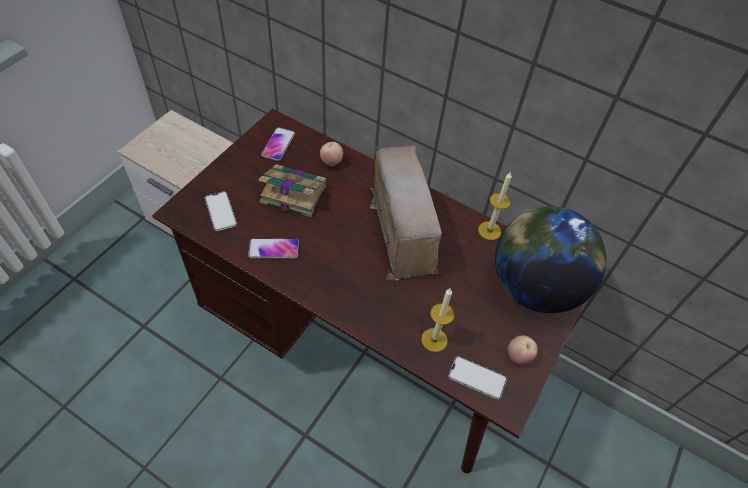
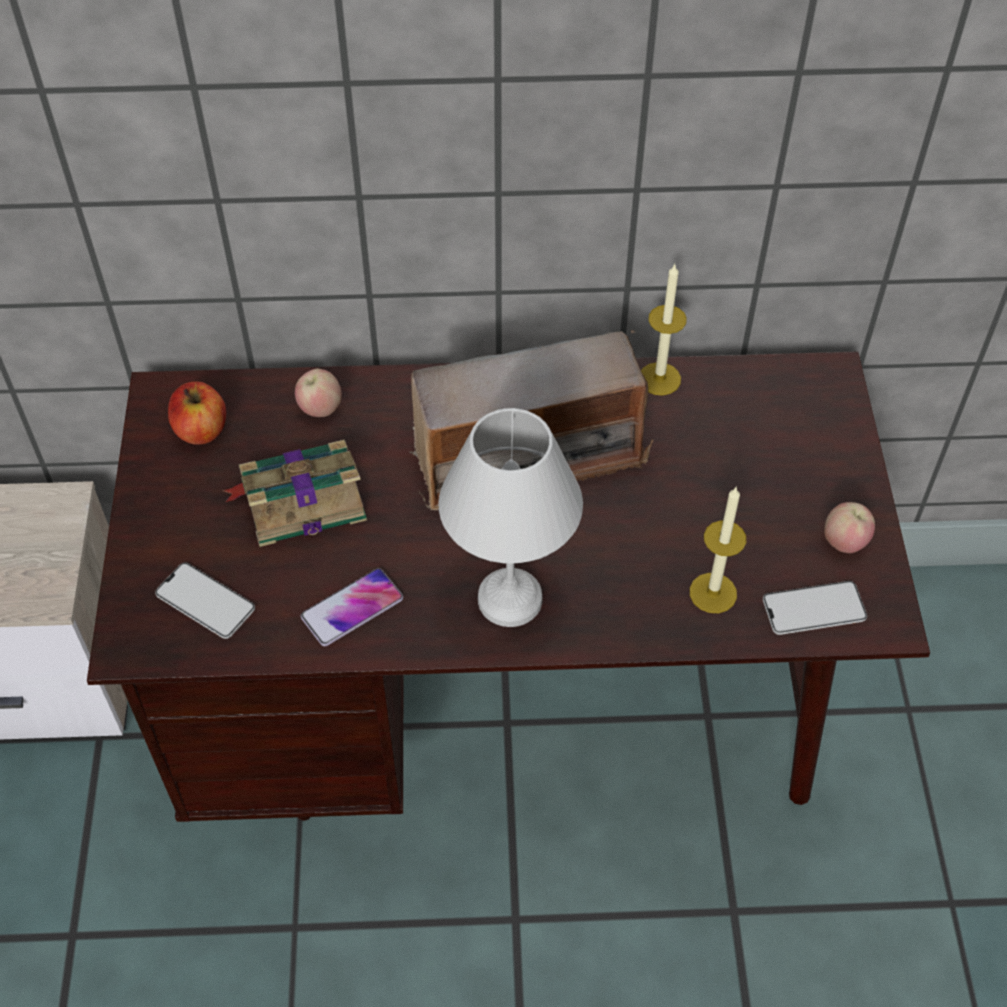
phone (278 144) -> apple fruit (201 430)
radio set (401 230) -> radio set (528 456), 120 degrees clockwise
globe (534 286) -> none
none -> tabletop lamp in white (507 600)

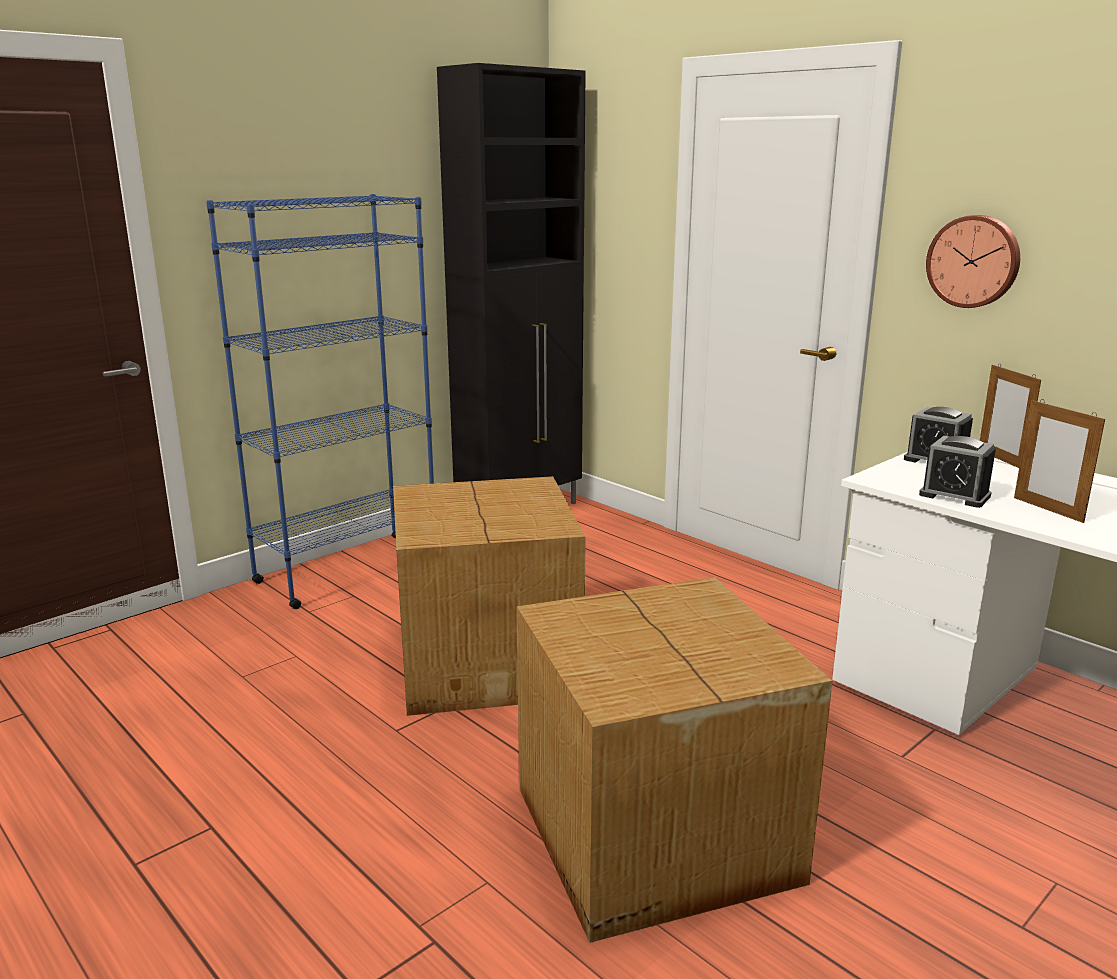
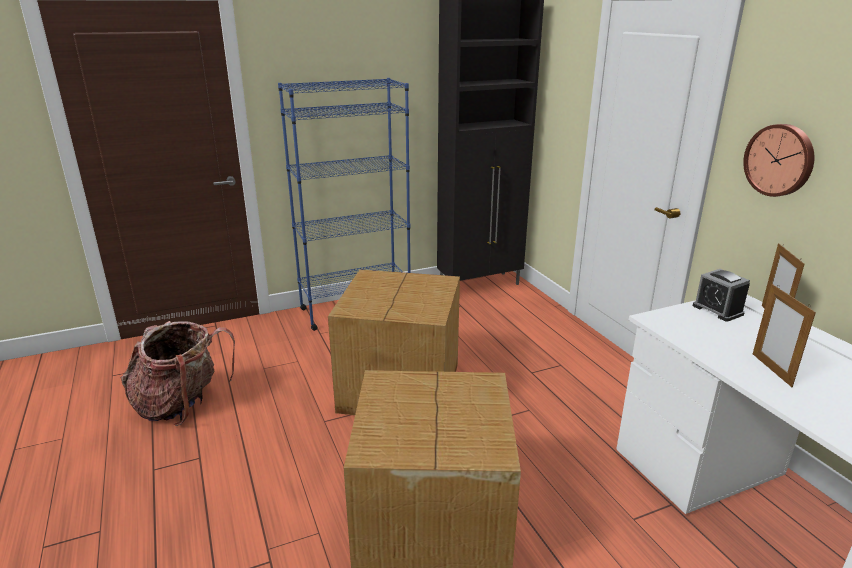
alarm clock (954 495) -> none
none -> backpack (182 405)

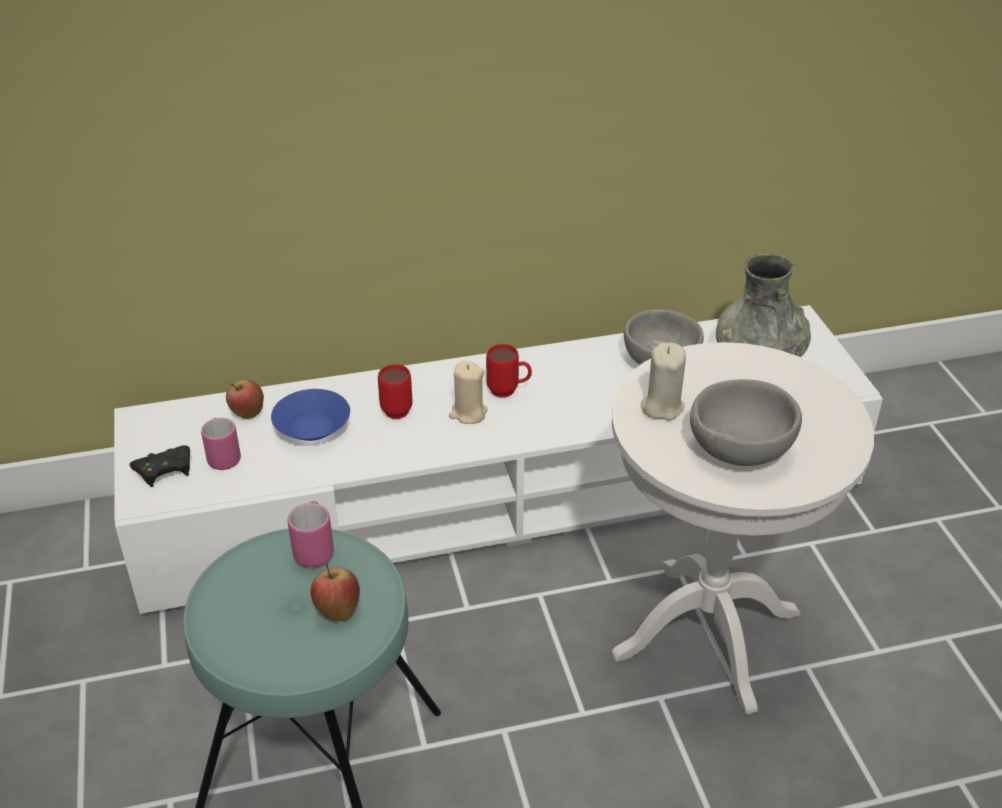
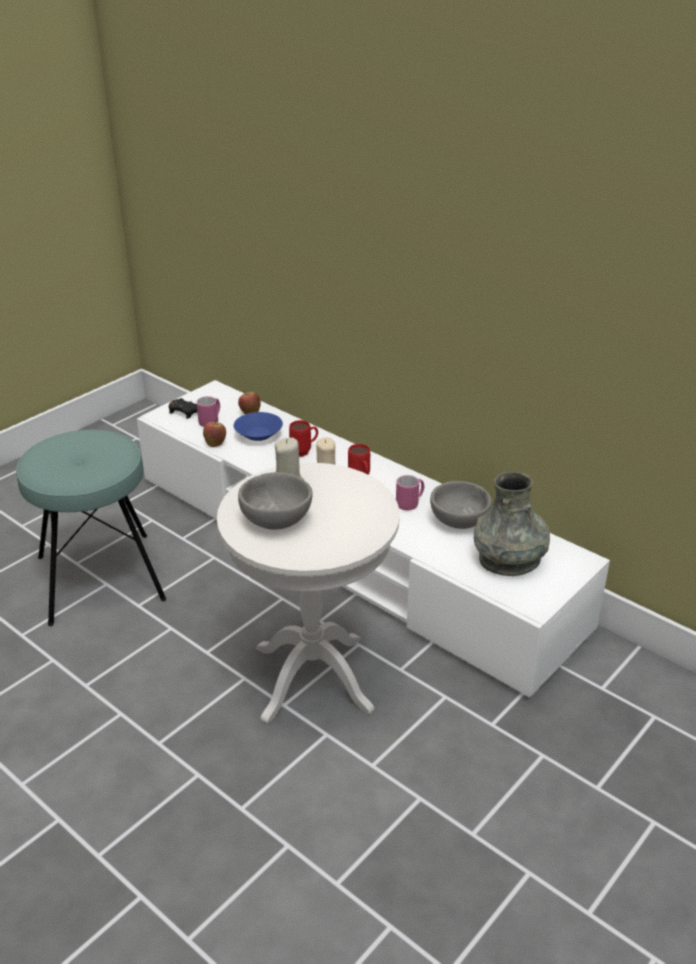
mug in pinkish (314 548) -> mug in pinkish (410 503), shifted
apple fruit (337 610) -> apple fruit (215 443), shifted

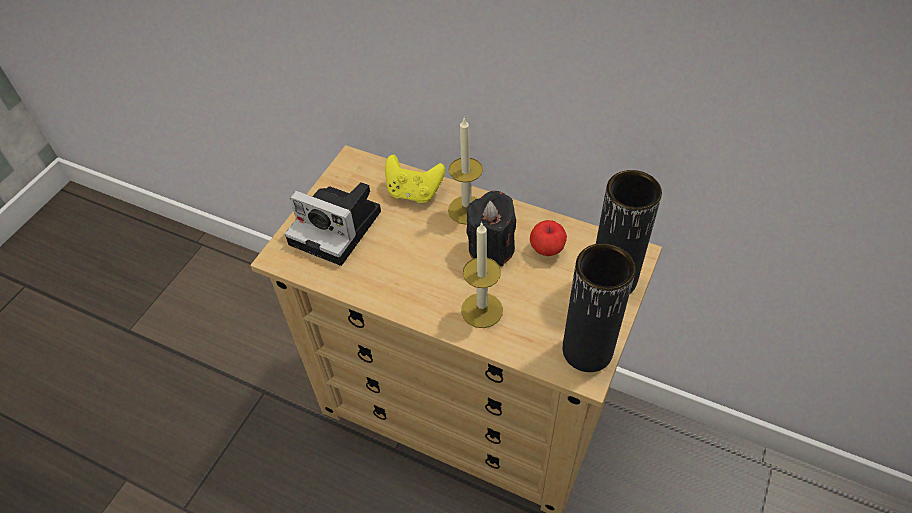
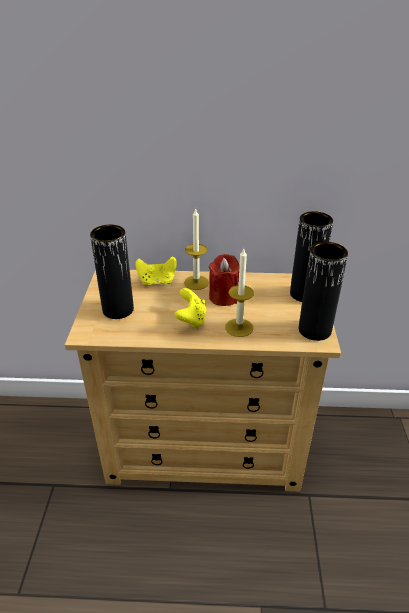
still camera (339 228) -> decorative vase in black (118 310)
candle in black (491 248) -> candle in red (224 297)
apple fruit (547 249) -> none
none -> gamepad in yellow-coloured (191 320)

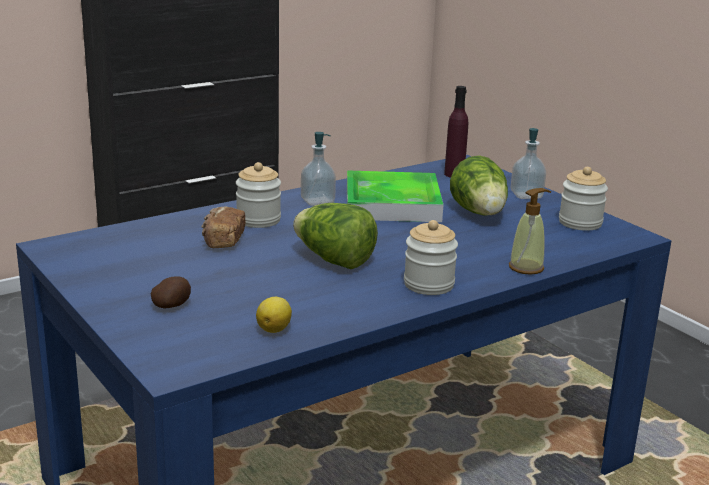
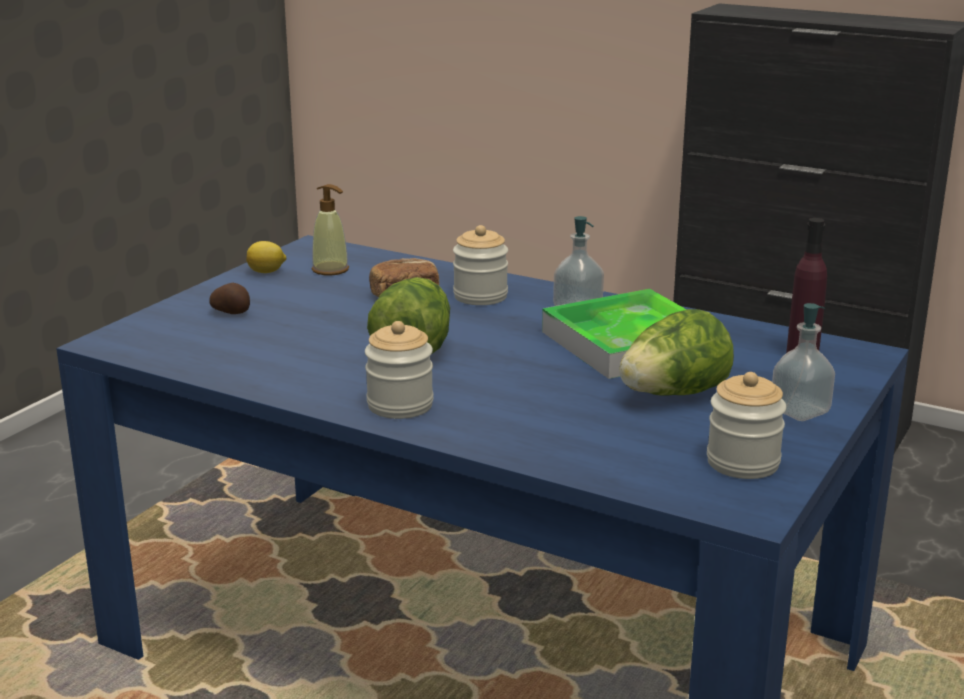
whole lemon (274 329) -> whole lemon (267 272), shifted
soap bottle (526 268) -> soap bottle (330 270), shifted

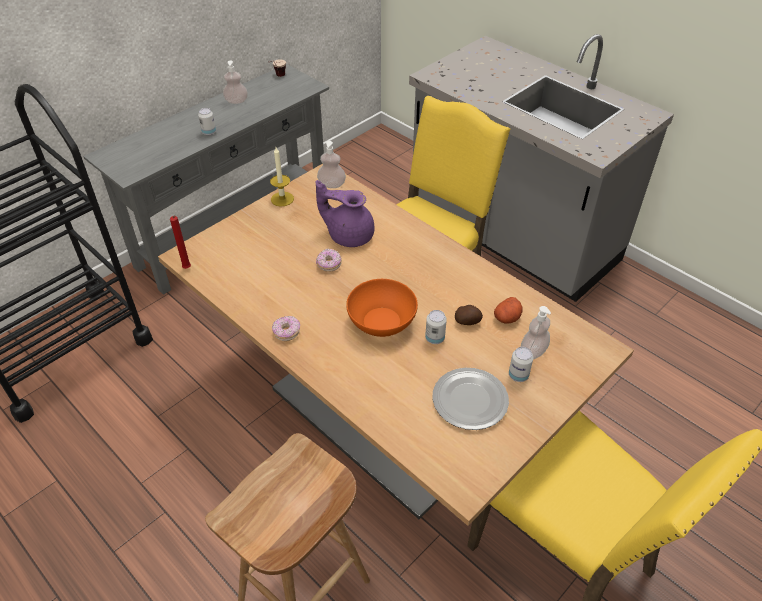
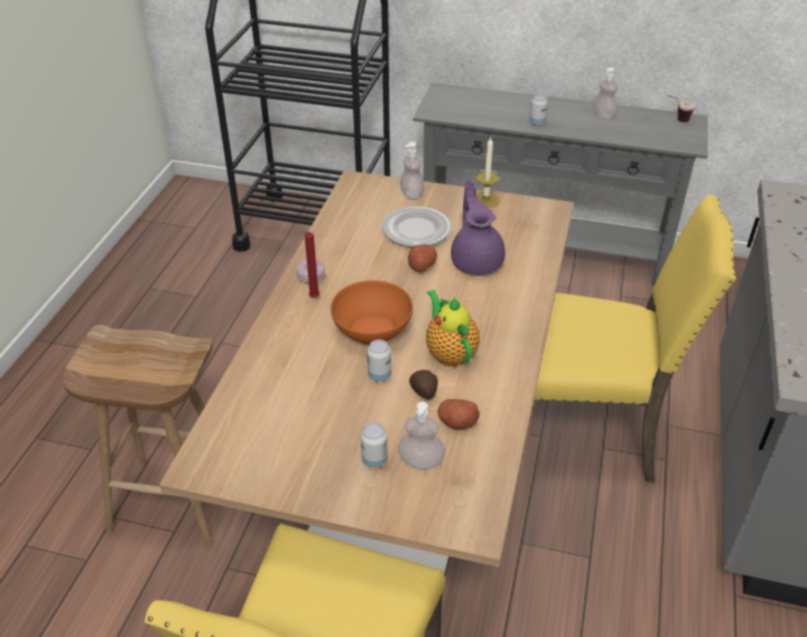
candle in red (187 269) -> candle in red (313 298), shifted
ring doughnut (329 264) -> potato (421 265)
soap bottle (332 184) -> soap bottle (412 195), shifted
dinner plate (469 401) -> dinner plate (415 229), shifted
none -> teapot (450 353)

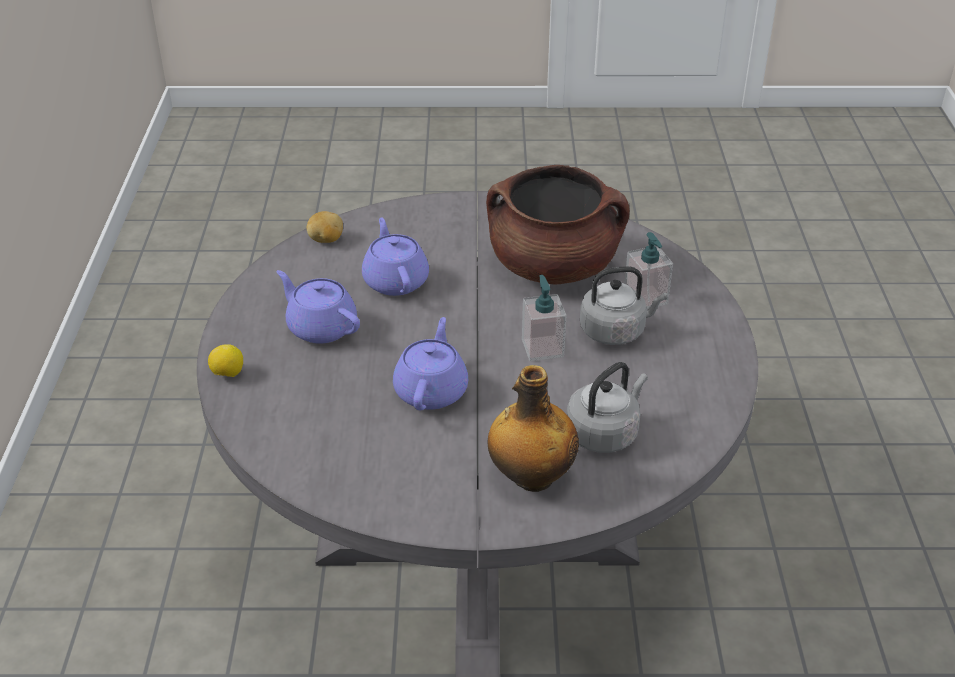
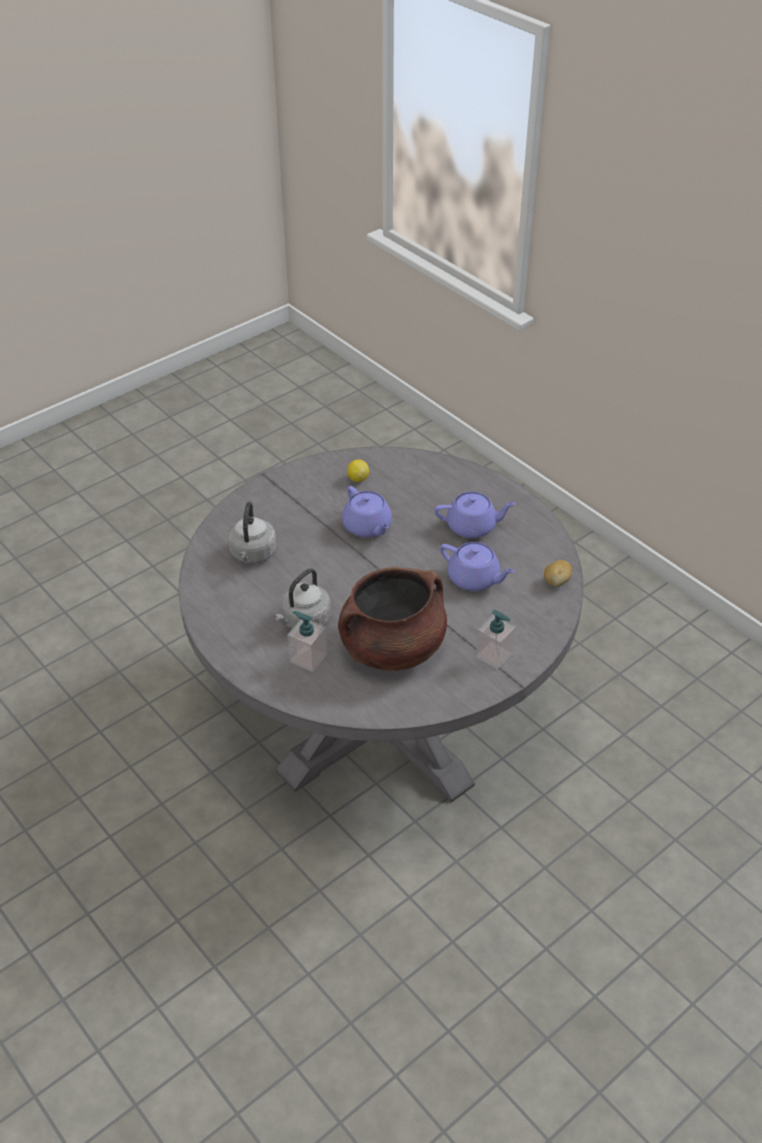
whole lemon (228 374) -> whole lemon (358 479), shifted
beverage bottle (531 477) -> none
soap bottle (542 348) -> soap bottle (494 655), shifted

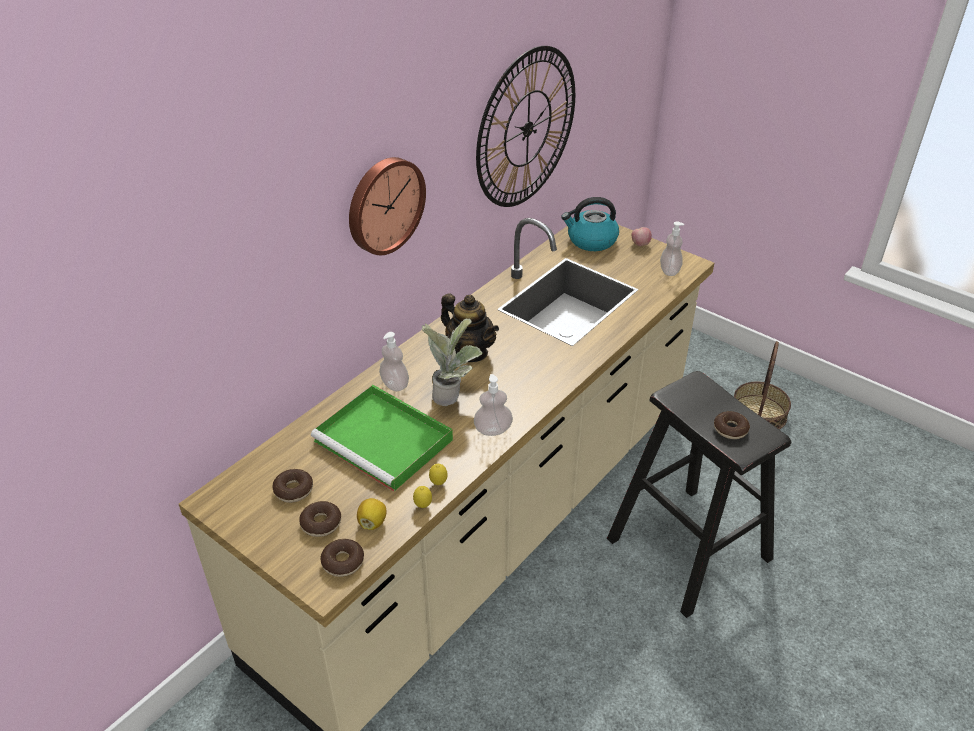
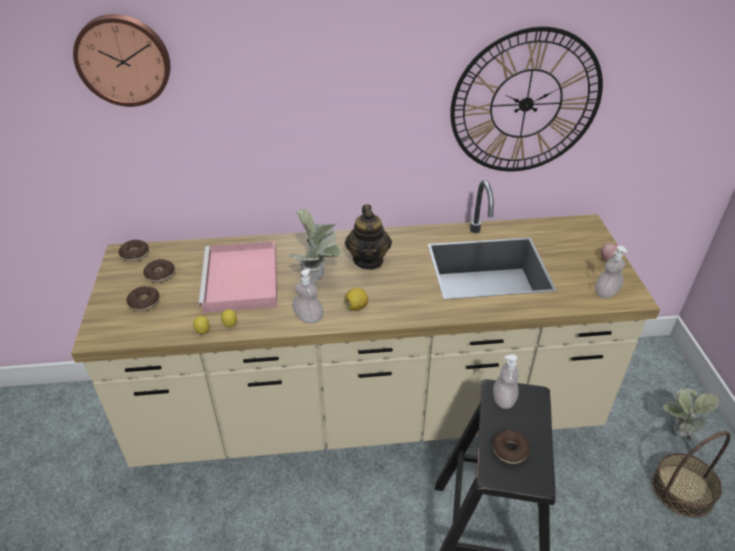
carrying tray in green-coloured (386 441) -> carrying tray in pinkish (241 281)
ring doughnut (343 562) -> ring doughnut (135 254), shifted
hanging clock (384 205) -> hanging clock (123 59), shifted
whole lemon (372 522) -> whole lemon (356 307), shifted
soap bottle (395 384) -> soap bottle (503 399), shifted
tea kettle (591 240) -> none
none -> houseplant (676 434)

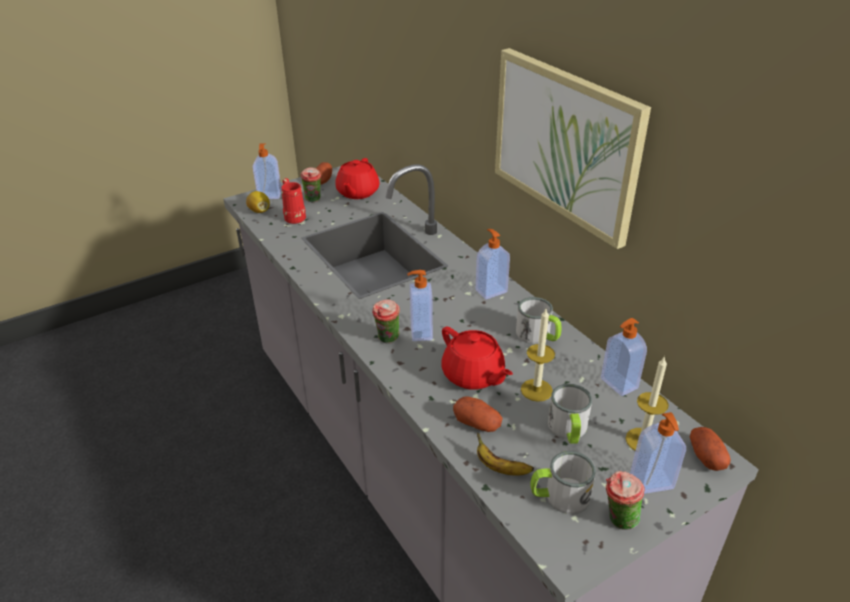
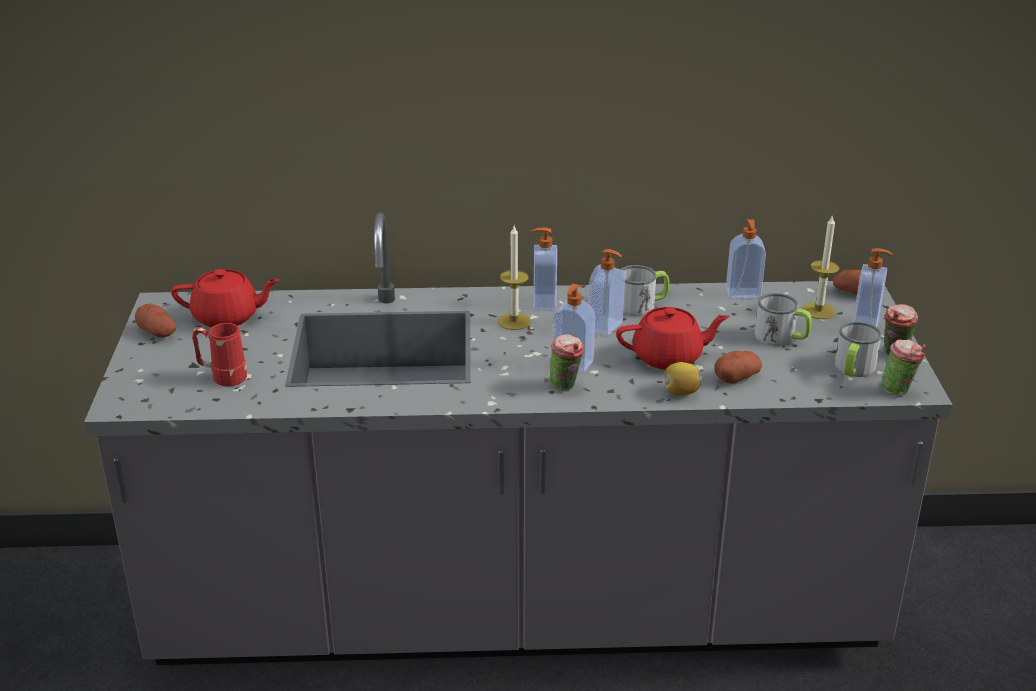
whole lemon (259 211) -> whole lemon (680 392), shifted
soap bottle (269 196) -> soap bottle (606 326), shifted
cup (313 200) -> cup (899 391), shifted
teapot in red (357 193) -> teapot in red (227 317), 45 degrees counterclockwise
whole banana (500 468) -> none
picture (565 143) -> none
candle (536 390) -> candle (514 321), shifted

